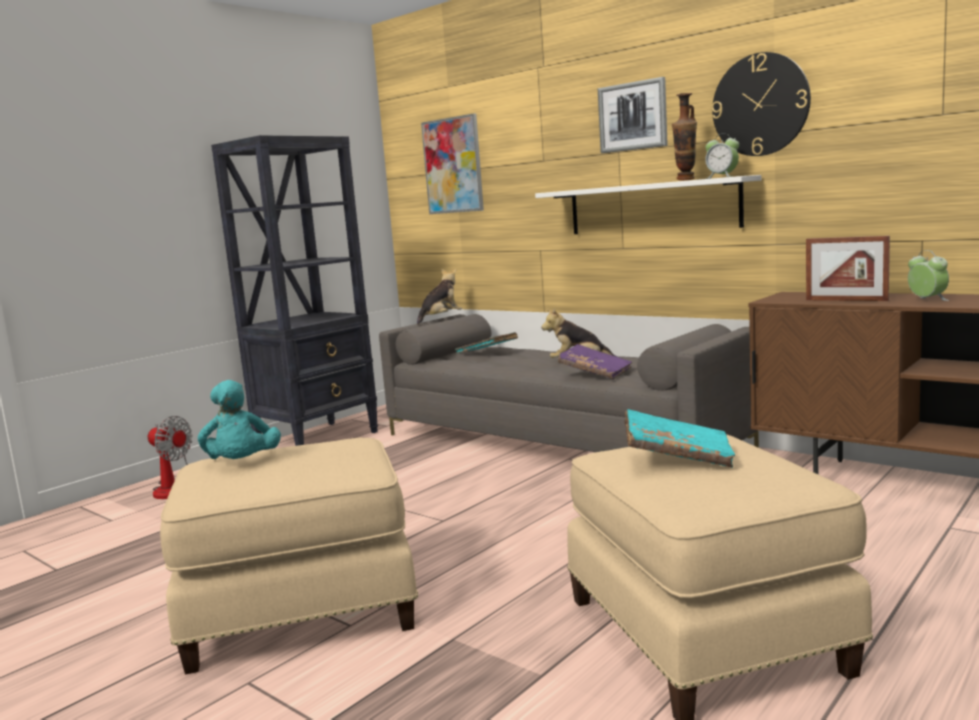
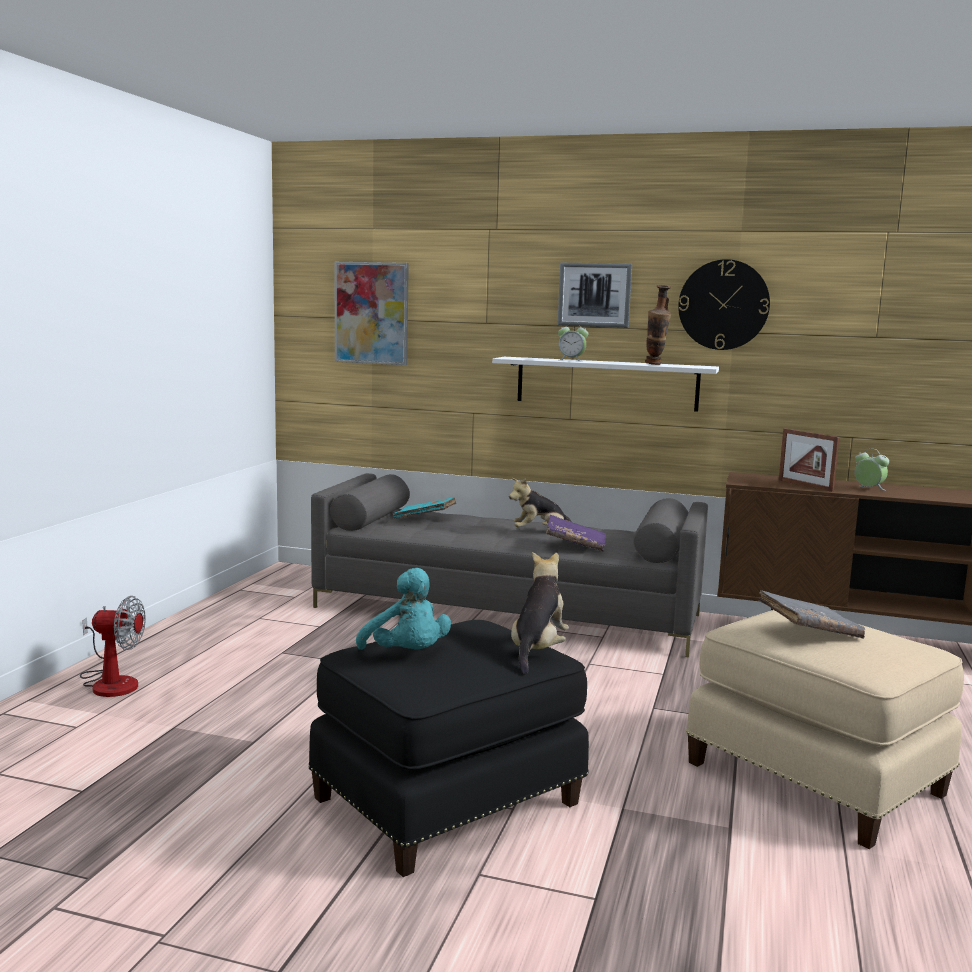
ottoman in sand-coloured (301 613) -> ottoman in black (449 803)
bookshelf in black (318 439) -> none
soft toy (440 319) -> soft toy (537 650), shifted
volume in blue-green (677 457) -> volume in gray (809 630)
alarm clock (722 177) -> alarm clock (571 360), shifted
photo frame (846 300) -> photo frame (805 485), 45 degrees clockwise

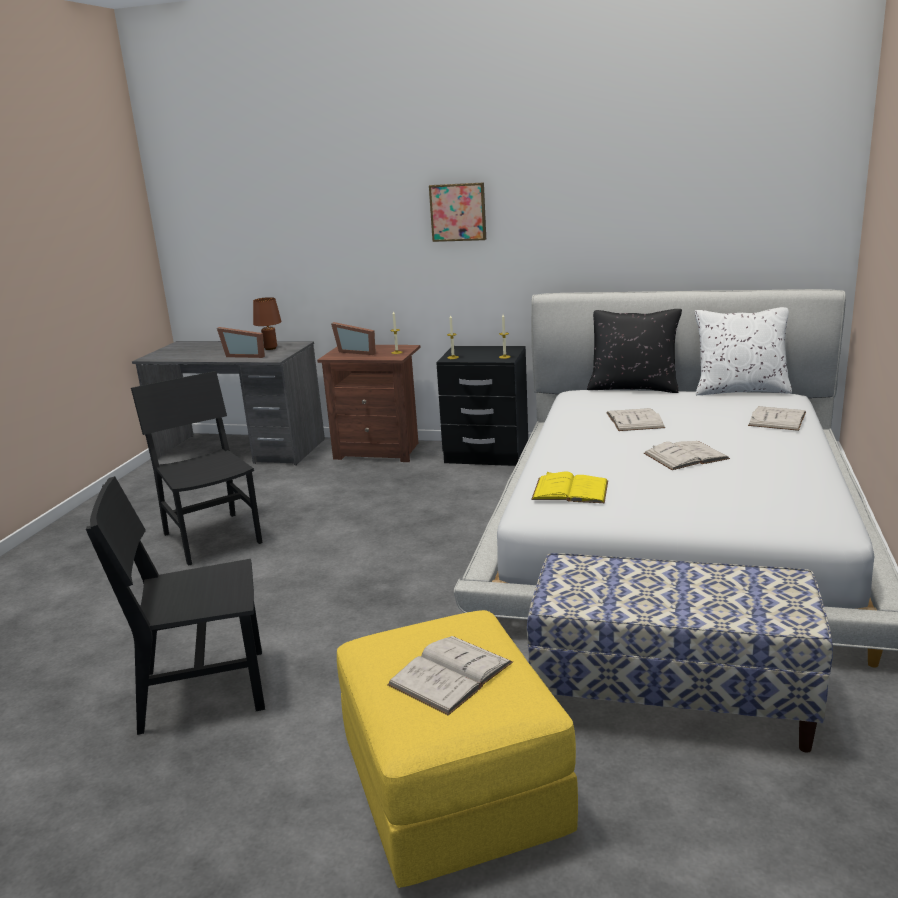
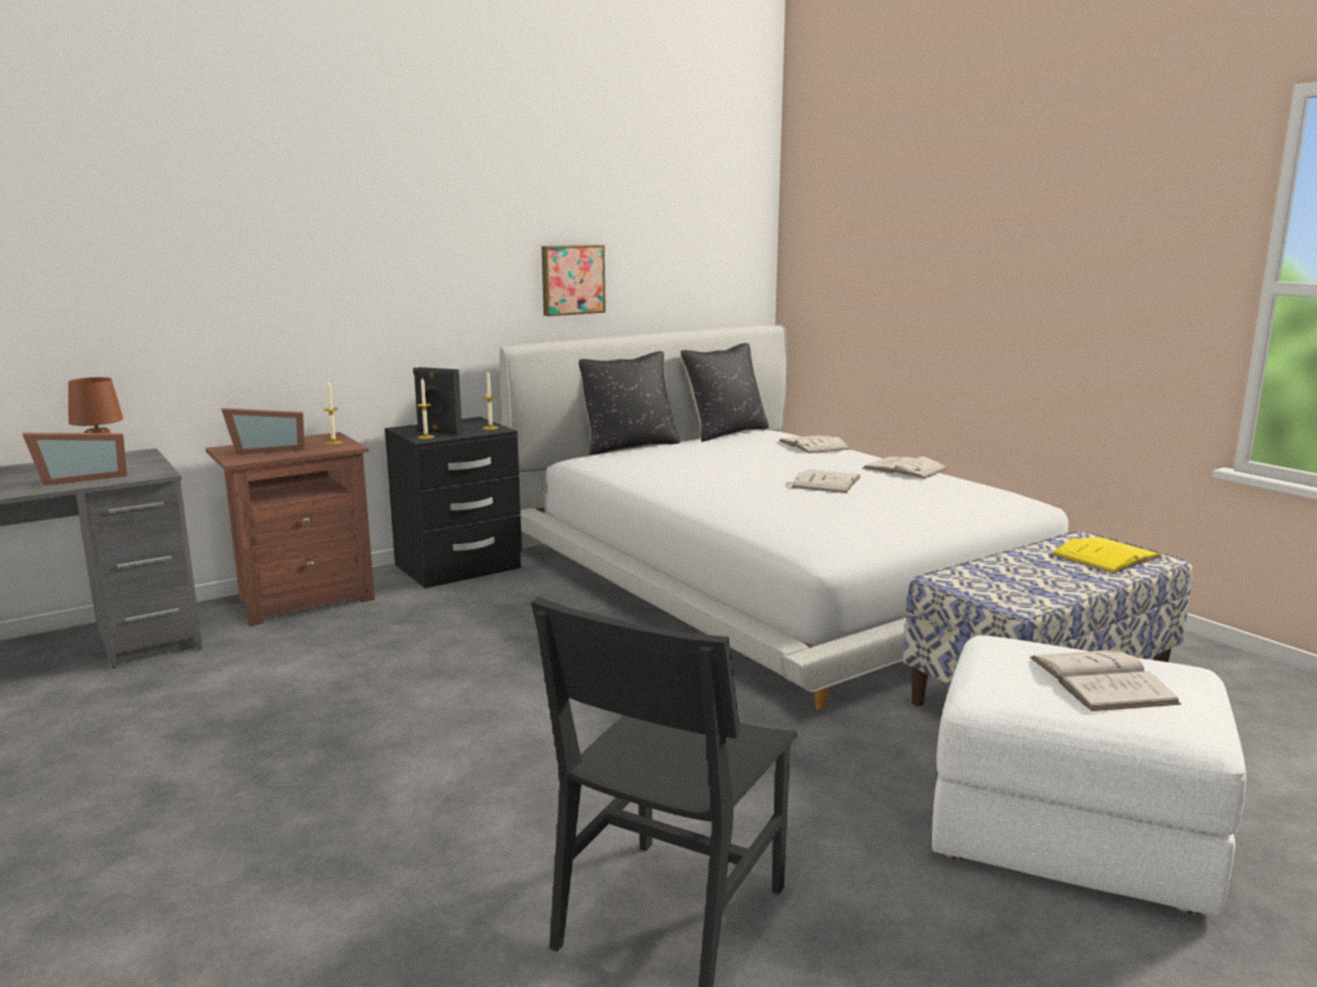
upright chair in black (212 538) -> none
ottoman in yellow-coloured (454 789) -> ottoman in white (1072 833)
picture (458 212) -> picture (572 279), shifted
volume in yellow-coloured (570 490) -> volume in yellow-coloured (1106 556), shifted
volume in white (634 420) -> volume in white (905 468), shifted
cushion in white (740 390) -> cushion in black (725 432)
none -> speaker in black (438 432)

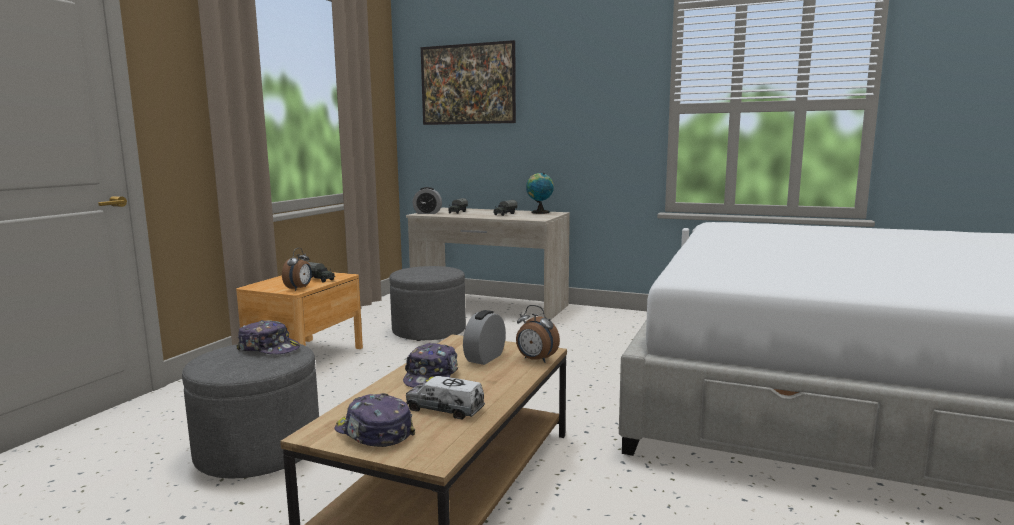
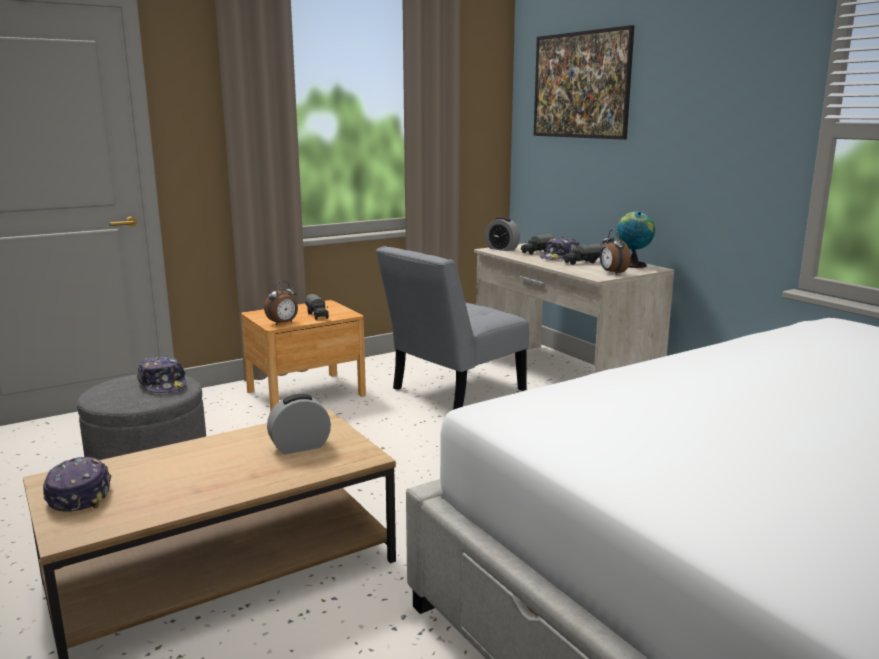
ottoman in gray (429 331) -> upright chair in gray (453 391)
peaked cap (431 376) -> peaked cap (560 257), shifted
toy truck (445 409) -> none
alarm clock (535 360) -> alarm clock (612 273), shifted

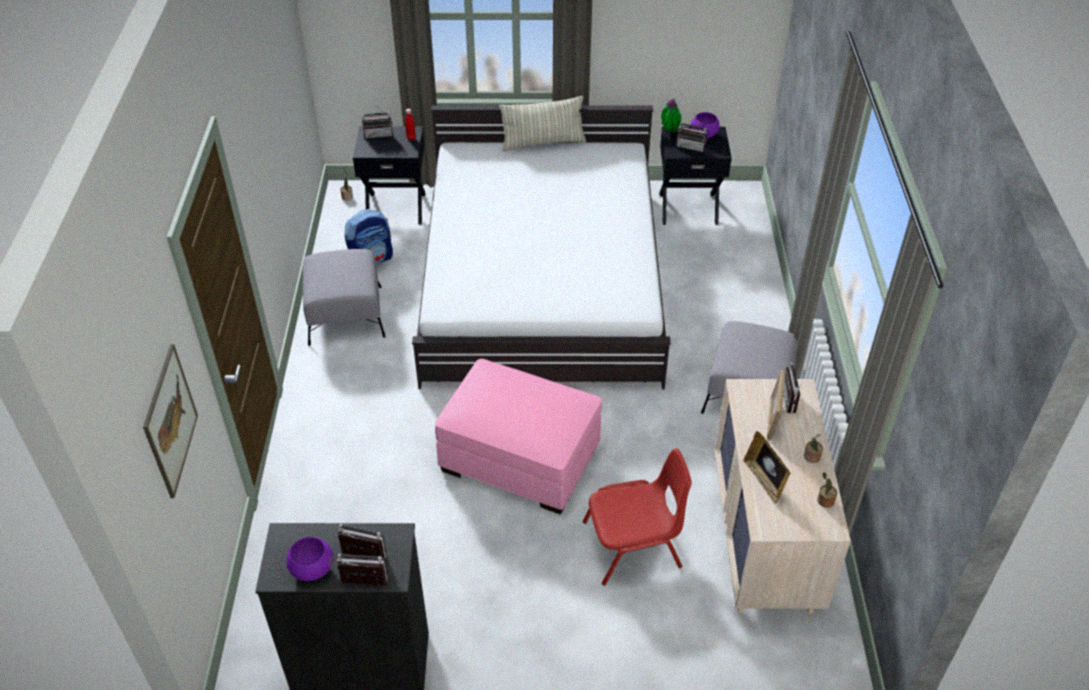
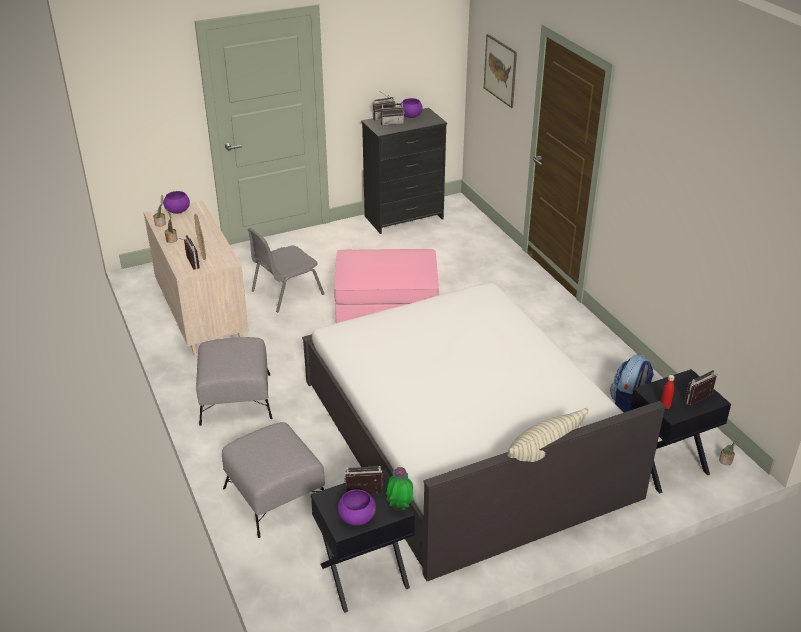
ottoman in gray (345 314) -> ottoman in gray (276 496), shifted
upright chair in red (634 545) -> upright chair in gray (286 292)
photo frame (764 480) -> none
none -> deep dish in purplish (178 211)

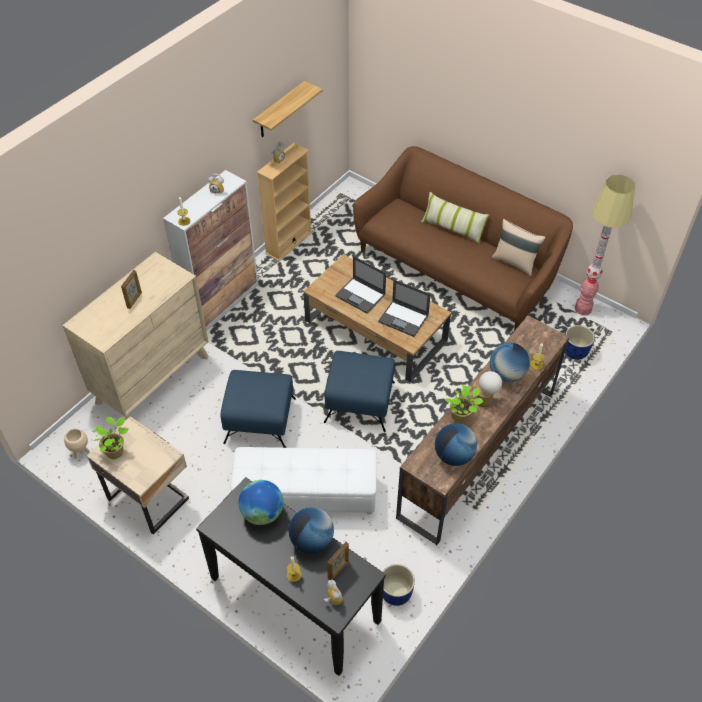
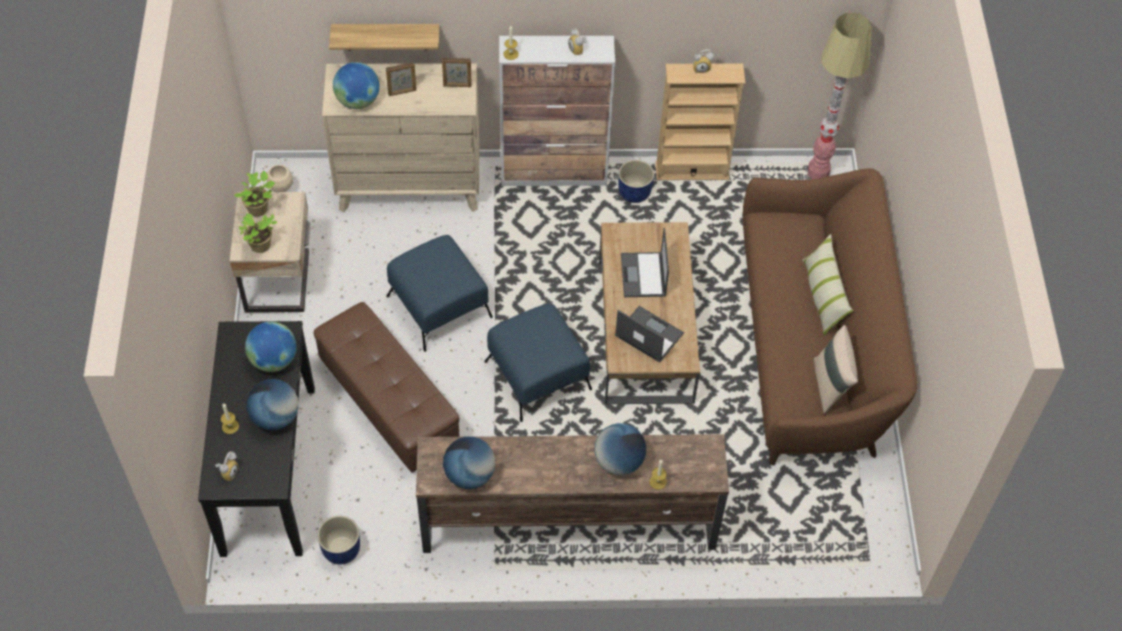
ottoman in white (305 494) -> ottoman in brown-coloured (387 402)
wall shelf (279 111) -> wall shelf (386 36), shifted
photo frame (338 570) -> photo frame (457 85), shifted
notebook computer (404 319) -> notebook computer (648 334), 135 degrees clockwise
houseplant (461 417) -> houseplant (260 246), shifted
tabletop lamp (485 400) -> none
flower pot in blue-coloured (575 352) -> flower pot in blue-coloured (634 193), shifted
standard lamp (583 308) -> standard lamp (818 173), shifted
none -> globe (357 101)

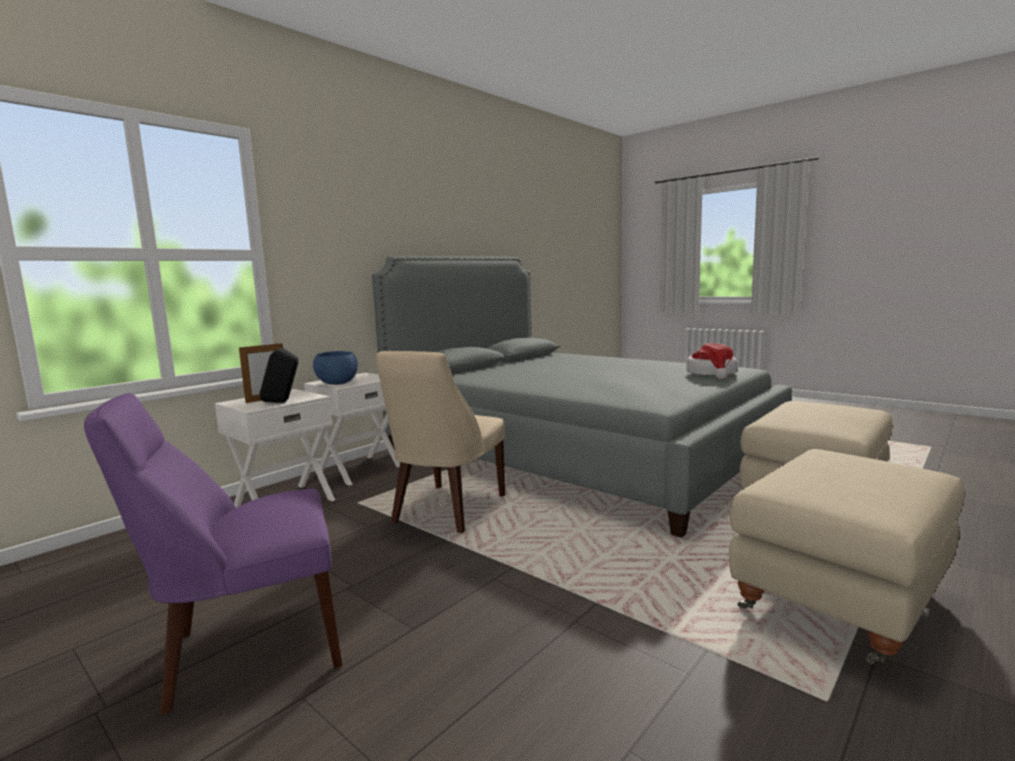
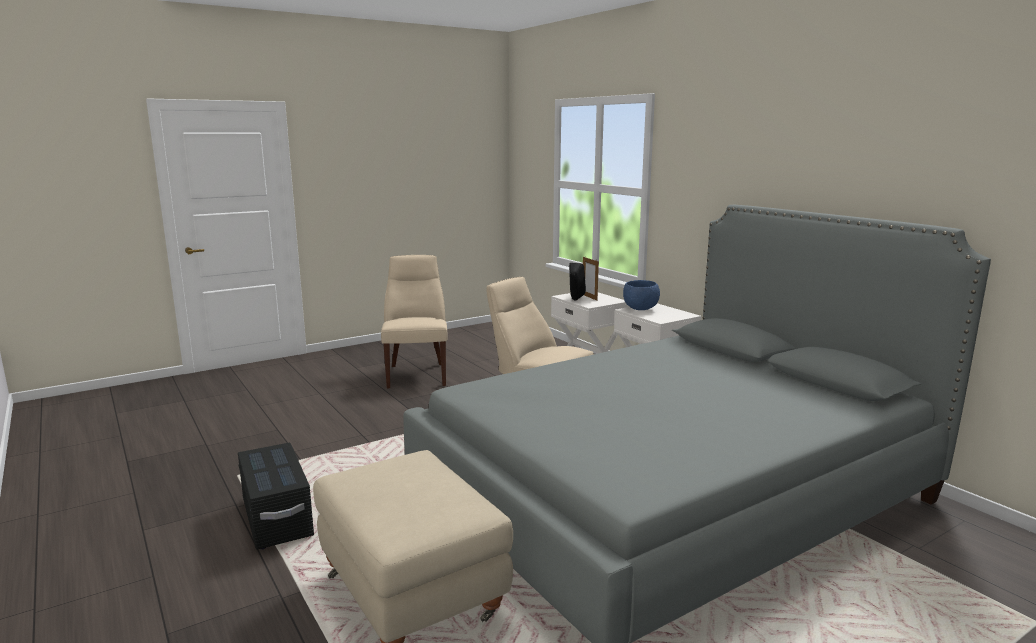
upright chair in purplish (247 650) -> upright chair in sand-coloured (417 374)
wearable hat (712 374) -> none
ottoman in sand-coloured (841 603) -> storage box in black (277 518)

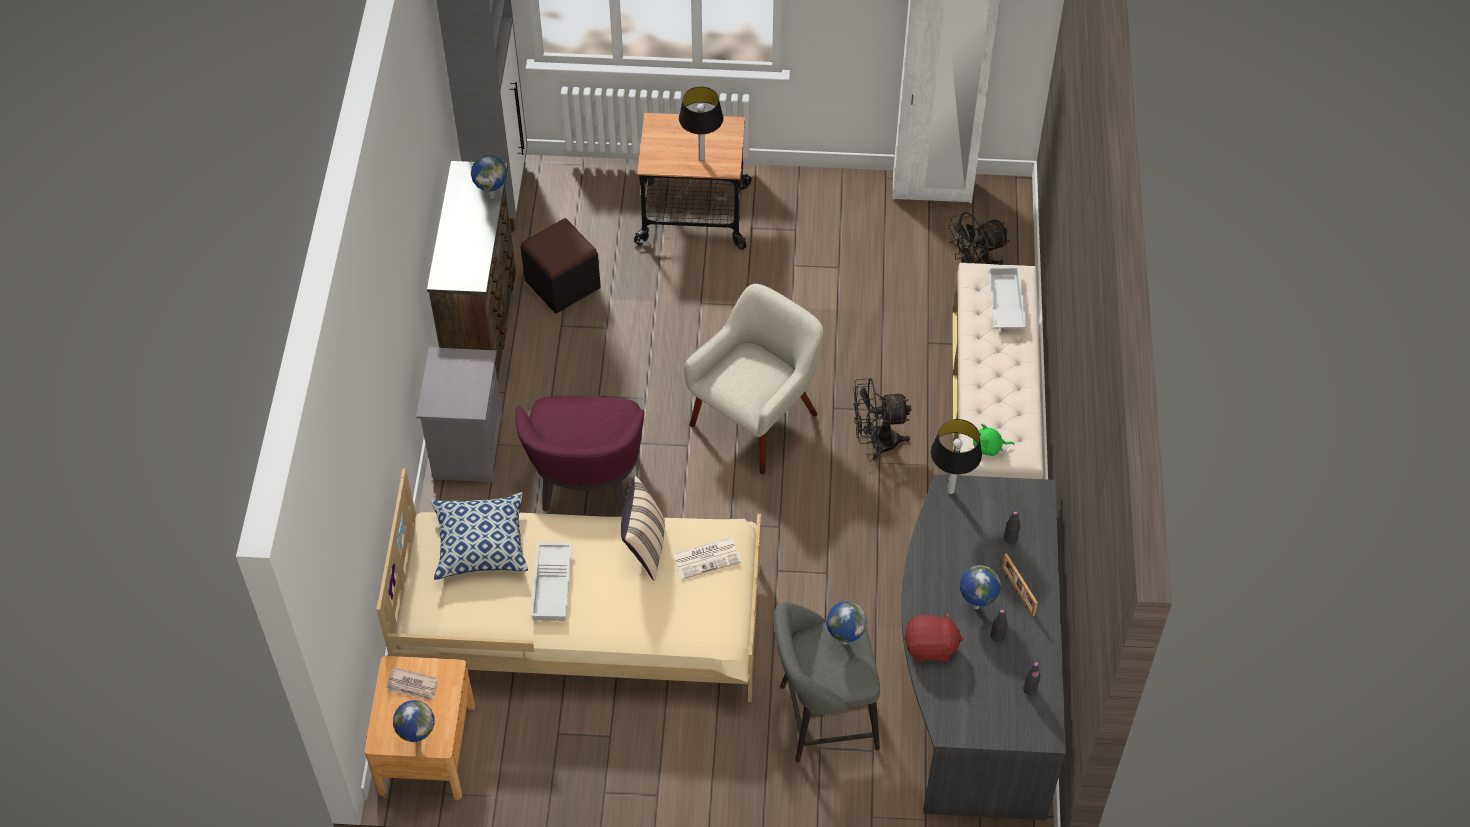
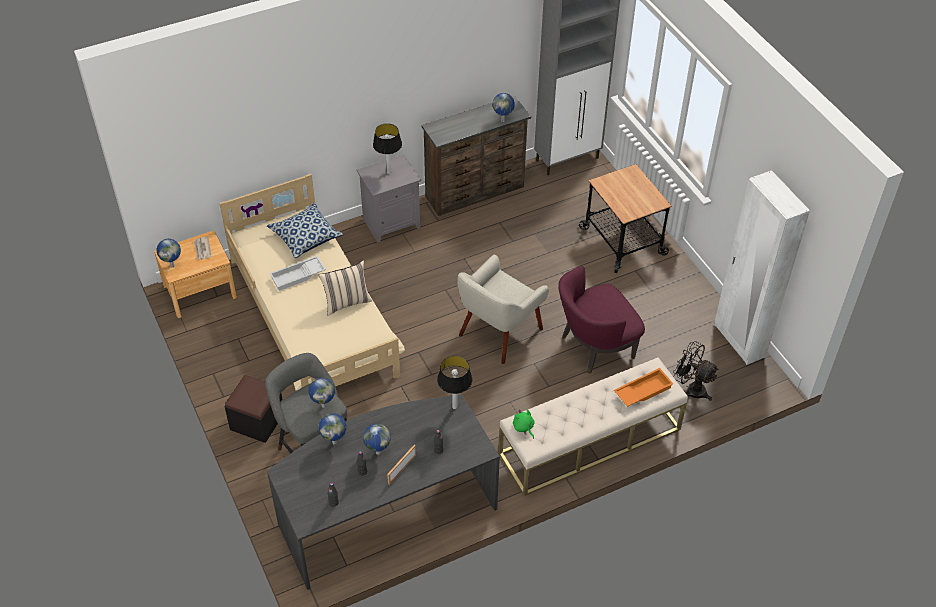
easy chair in purplish (587 483) -> easy chair in purplish (594 347), shifted
ottoman in black (562 284) -> ottoman in black (257 421), shifted
printed paper (707 558) -> none
tabletop lamp (702 158) -> tabletop lamp (388 172), shifted
easy chair in sand-coloured (756 419) -> easy chair in sand-coloured (499 332), 120 degrees clockwise
fan in black (875 442) -> none
soft toy in red (930 647) -> globe (334 442)
carrying tray in white (1004 302) -> carrying tray in orange (642 390)

